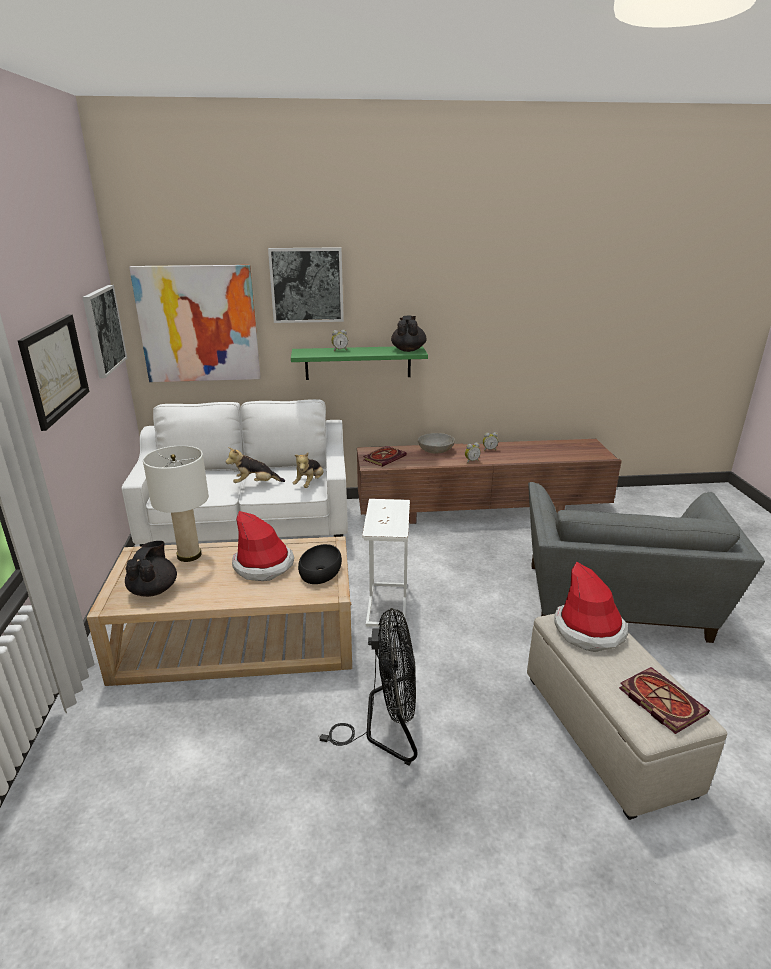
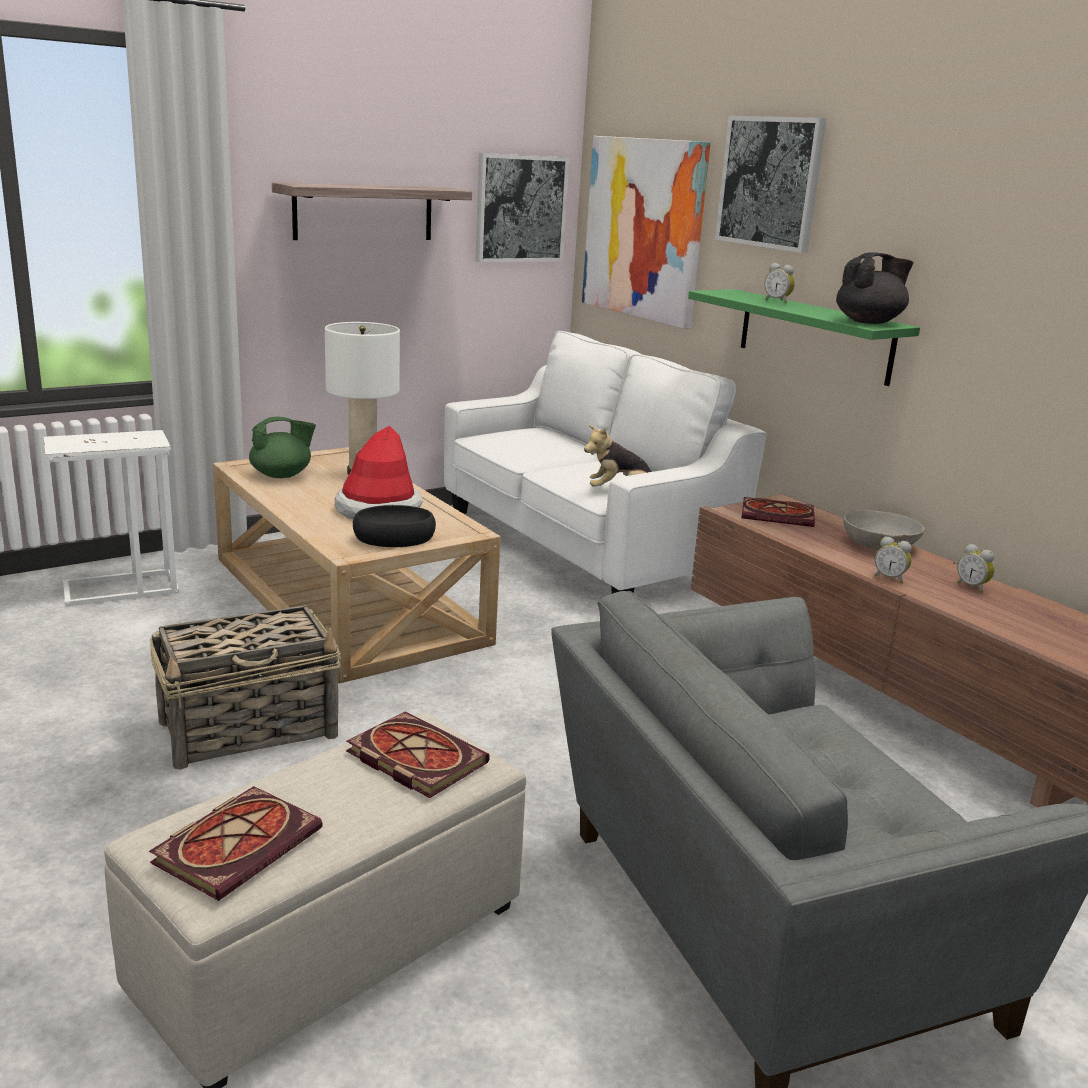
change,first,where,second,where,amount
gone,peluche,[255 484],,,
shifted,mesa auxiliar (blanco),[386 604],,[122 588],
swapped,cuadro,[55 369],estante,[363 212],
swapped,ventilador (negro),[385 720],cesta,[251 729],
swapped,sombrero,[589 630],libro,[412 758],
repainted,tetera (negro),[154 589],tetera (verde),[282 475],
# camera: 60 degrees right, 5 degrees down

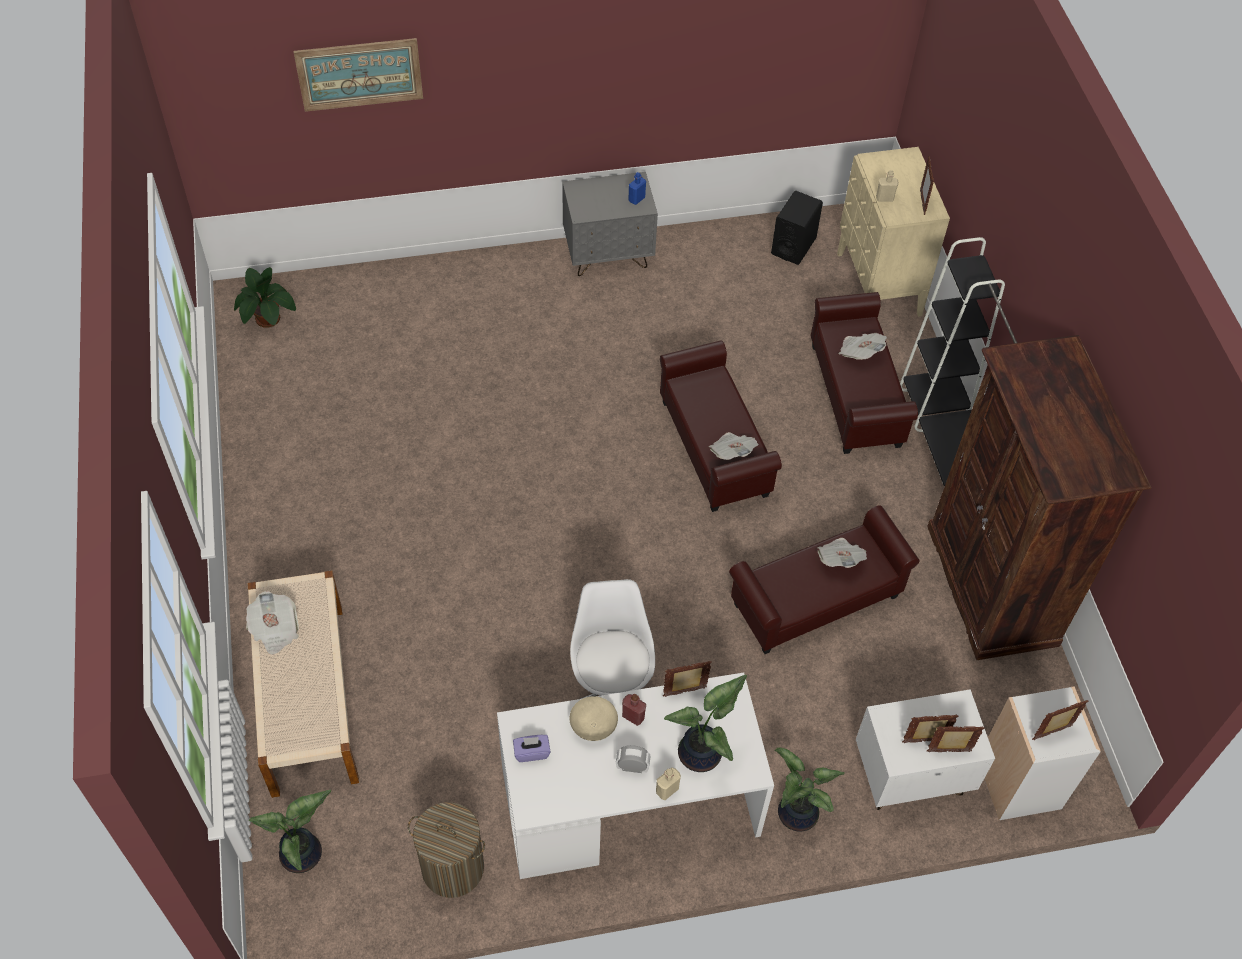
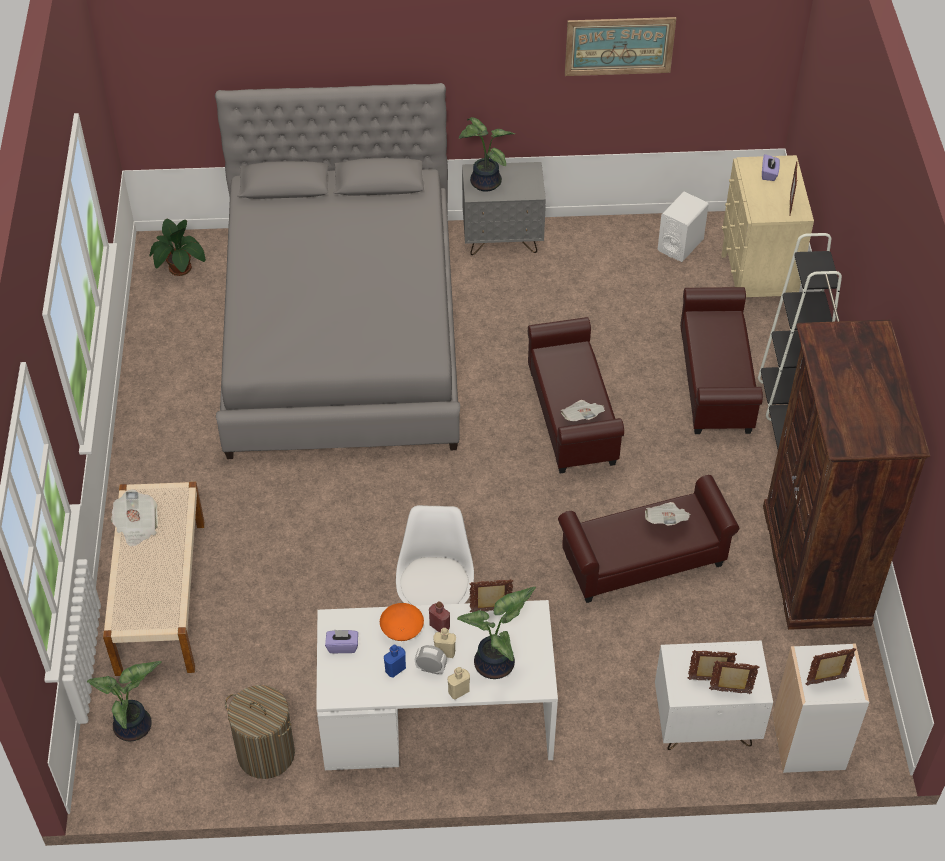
change,first,where,second,where,amount
gone,periódico,[860 353],,,
new,,,cama (gris),[342 334],
new,,,caja de pañuelos (morado),[769 174],
shifted,cuadro,[359 74],,[619 46],
shifted,botella (azul),[636 199],,[395 669],
shifted,planta en maceta,[794 814],,[483 182],
shifted,botella (beis),[884 198],,[445 652],
repainted,cuenco (beis),[593 725],cuenco (naranja),[402 629],
repainted,altavoz (negro),[793 246],altavoz (blanco),[680 245],
# camera: 10 degrees right, 5 degrees down

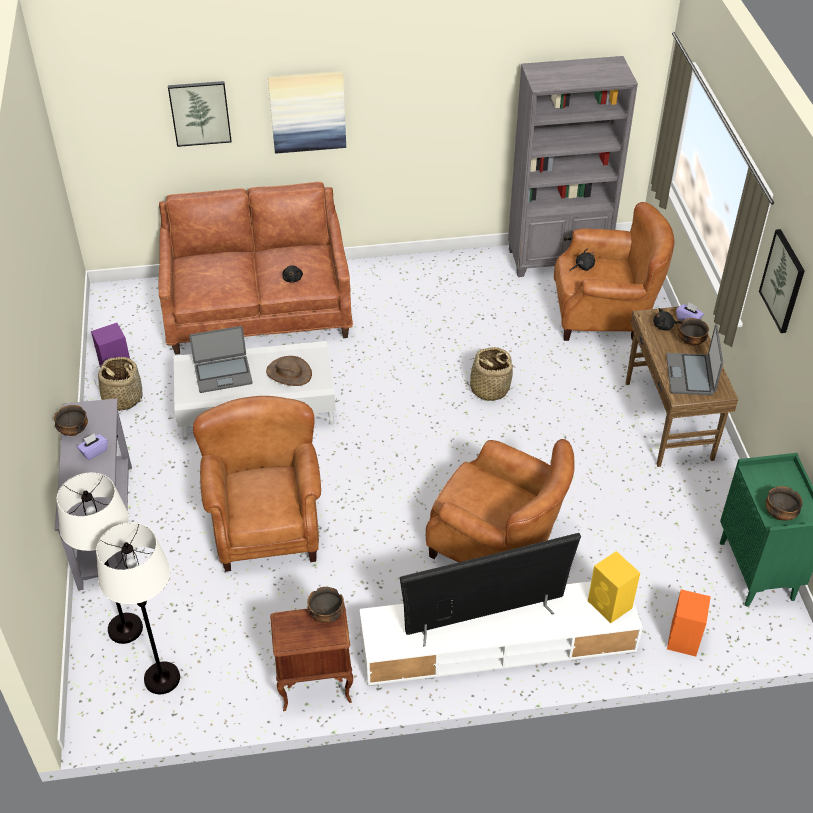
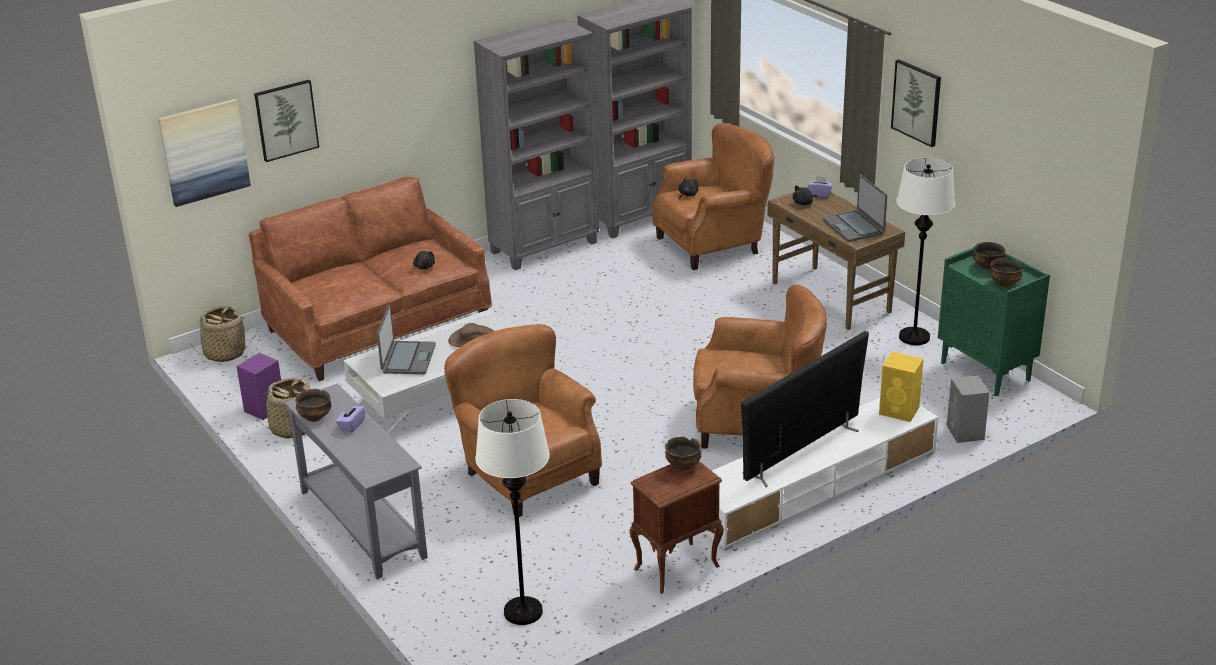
change,first,where,second,where,amount
new,,,estantería (gris),[545 247],
shifted,lámpara de pie (blanco),[125 629],,[914 337],
shifted,cuadro,[307 111],,[204 152],
shifted,cesta,[489 389],,[224 353],
shifted,cuenco,[691 341],,[987 266],
repainted,altavoz (naranja),[683 640],altavoz (gris),[965 433],
rotated,portátil,[223 374],,[408 359],45 degrees counterclockwise
# camera: 25 degrees left, 15 degrees down

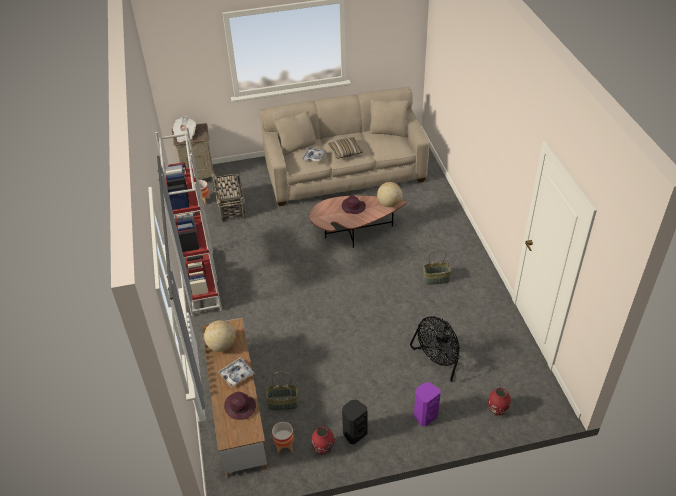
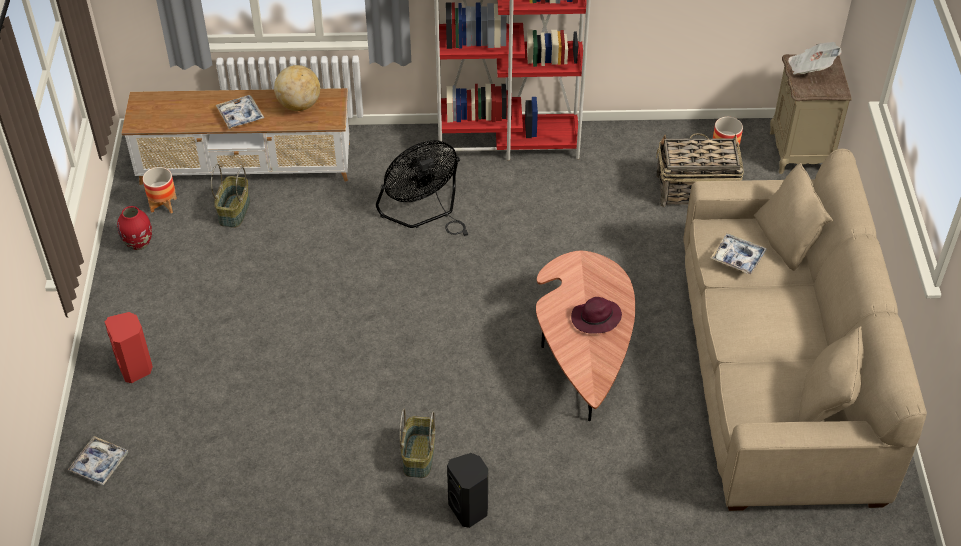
change,first,where,second,where,amount
gone,sombrero (morado),[240 407],,,
gone,cojín,[345 151],,,
gone,globo terráqueo,[389 204],,,
shifted,altavoz (negro),[354 433],,[469 509],
shifted,ventilador (negro),[438 358],,[428 212],
swapped,florero (rojo),[497 411],bandeja,[99 464],
repainted,altavoz (morado),[425 416],altavoz (rojo),[136 368],
# camera: 100 degrees right, 5 degrees up

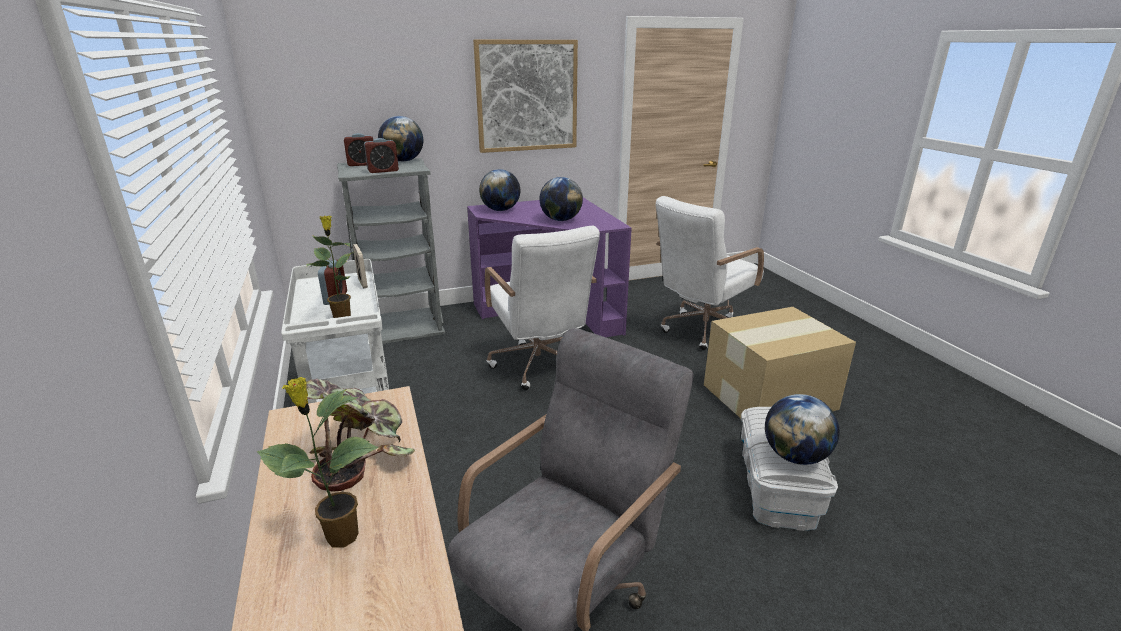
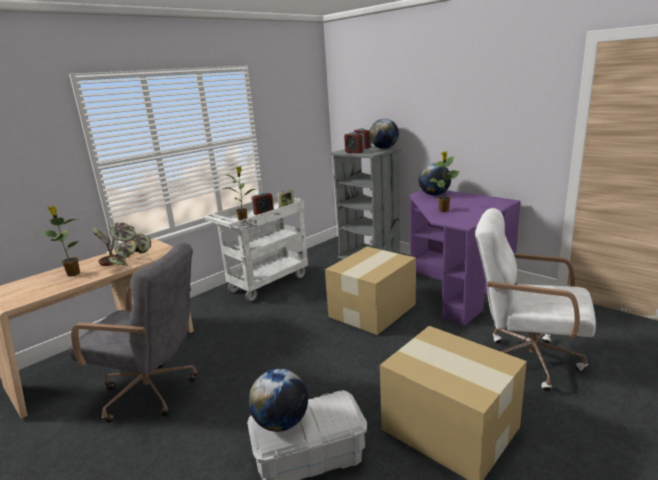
change,first,where,second,where,amount
gone,cuadro,[527 96],,,
swapped,silla de oficina (blanco),[539 368],caja de cartón,[371 310],
swapped,globo terráqueo,[560 220],planta en maceta,[443 210],
# camera: 65 degrees right, 5 degrees down

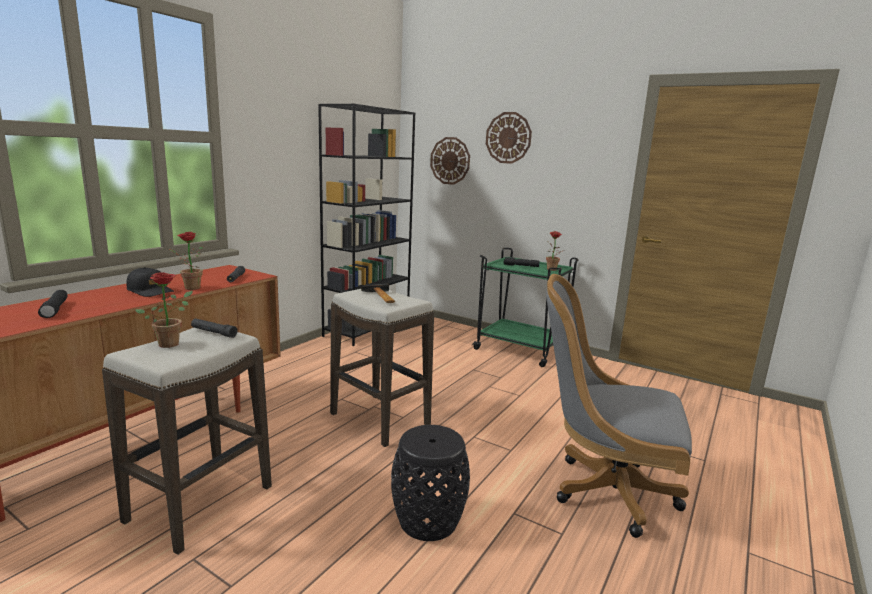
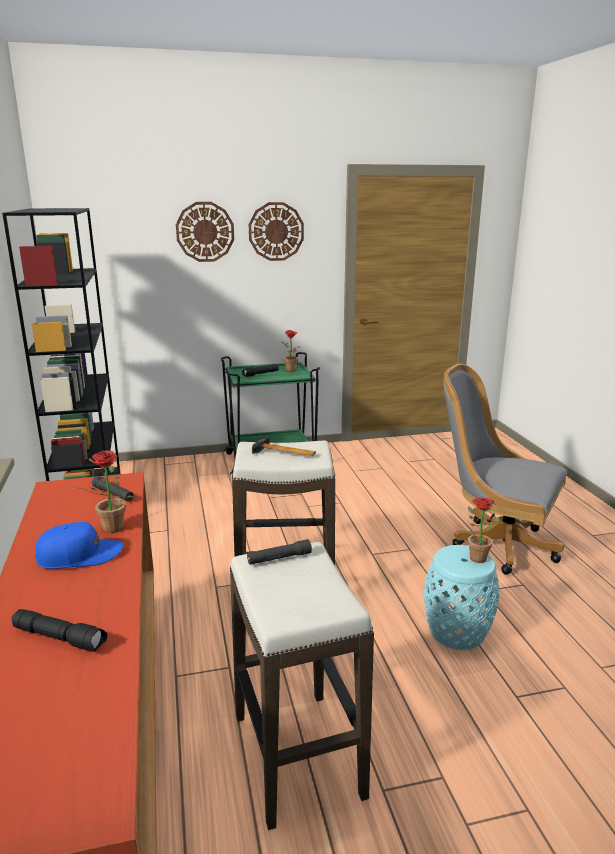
change,first,where,second,where,amount
shifted,planta en maceta,[171 343],,[475 556],
shifted,reloj de pared,[450 161],,[276 231],
repainted,gorra (negro),[150 291],gorra (azul),[80 555],
repainted,taburete (negro),[428 521],taburete (turquesa),[456 632],
rotated,silla de oficina (gris),[602 491],,[495 544],60 degrees clockwise
# camera: 45 degrees left, 5 degrees up

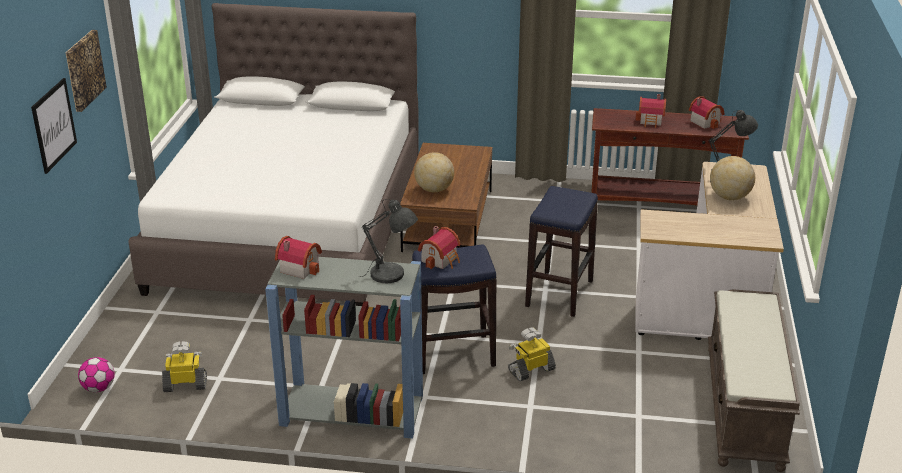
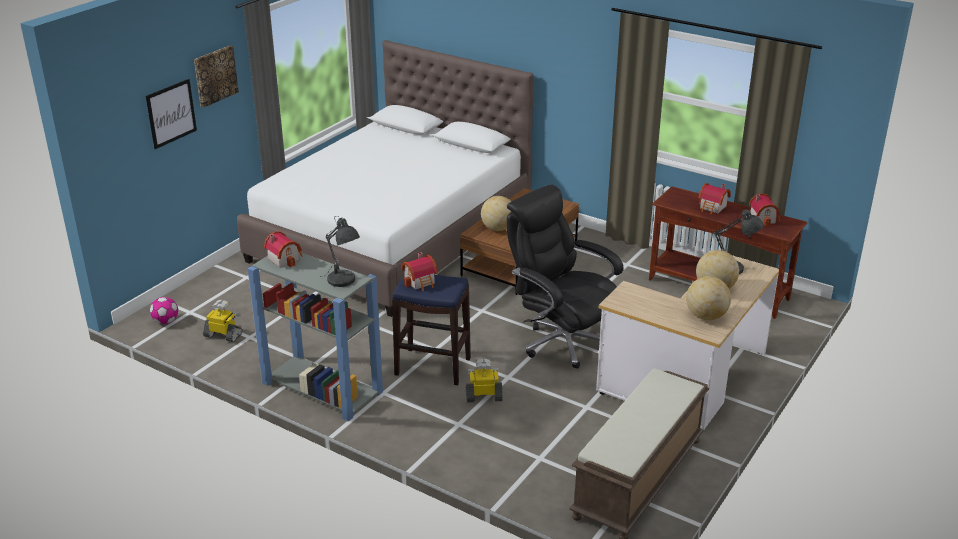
change,first,where,second,where,amount
new,,,globo terráqueo,[706 316],
swapped,taburete,[559 293],silla de oficina (negro),[561 342],
# camera: 25 degrees right, 0 degrees up

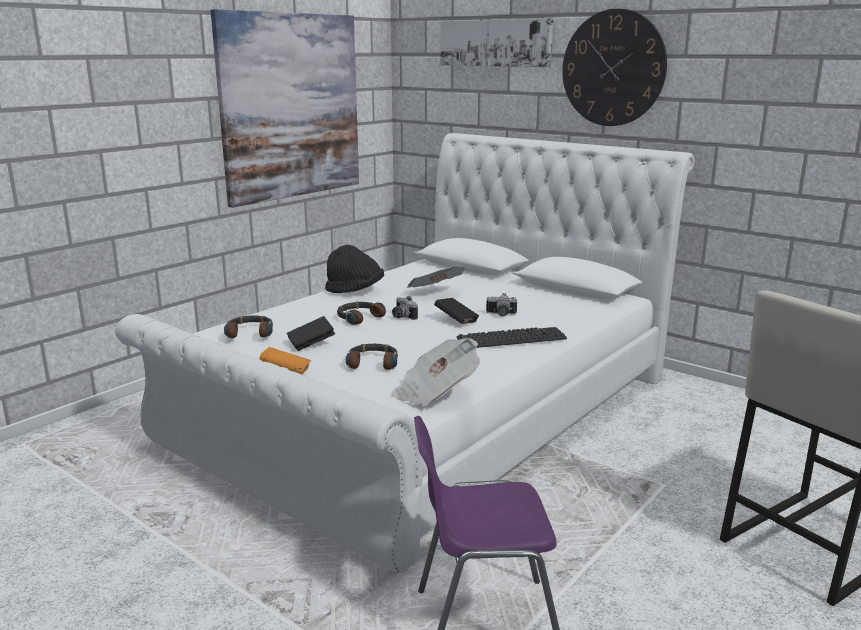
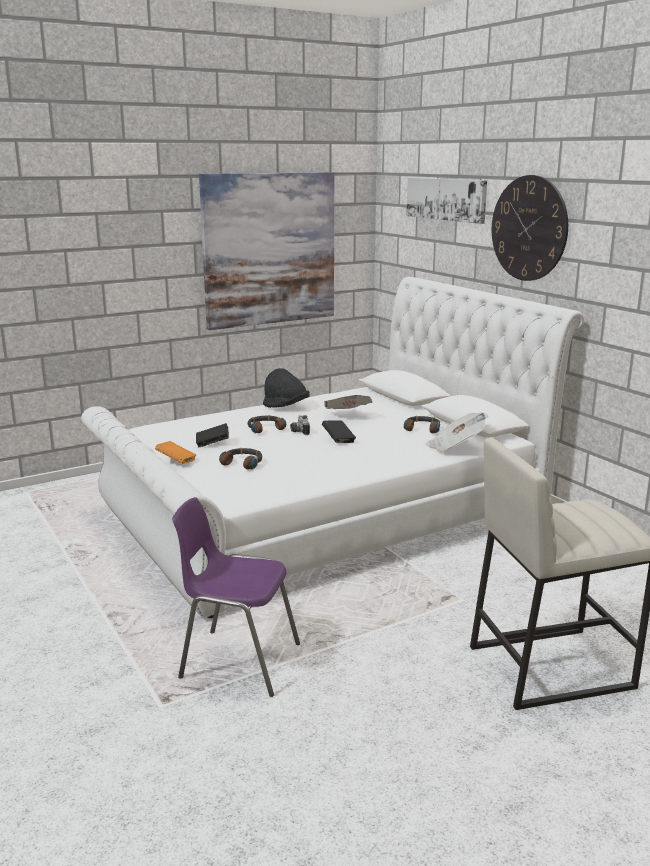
change,first,where,second,where,amount
gone,teclado,[511 339],,,
gone,cámara,[500 314],,,
shifted,auriculares,[250 332],,[422 428],
shifted,periódico,[435 393],,[455 446],
# camera: 20 degrees right, 0 degrees up

